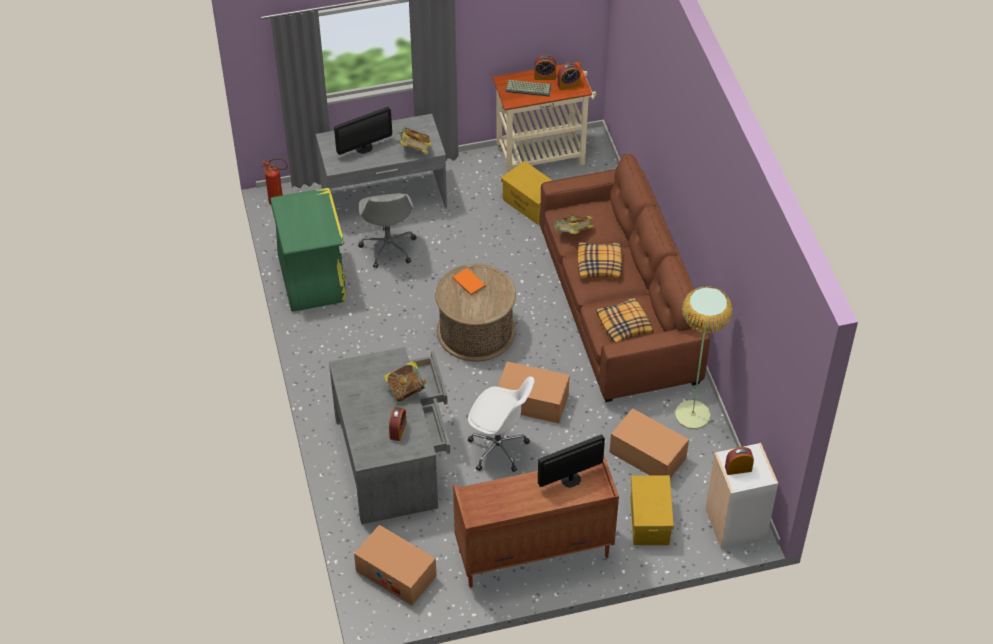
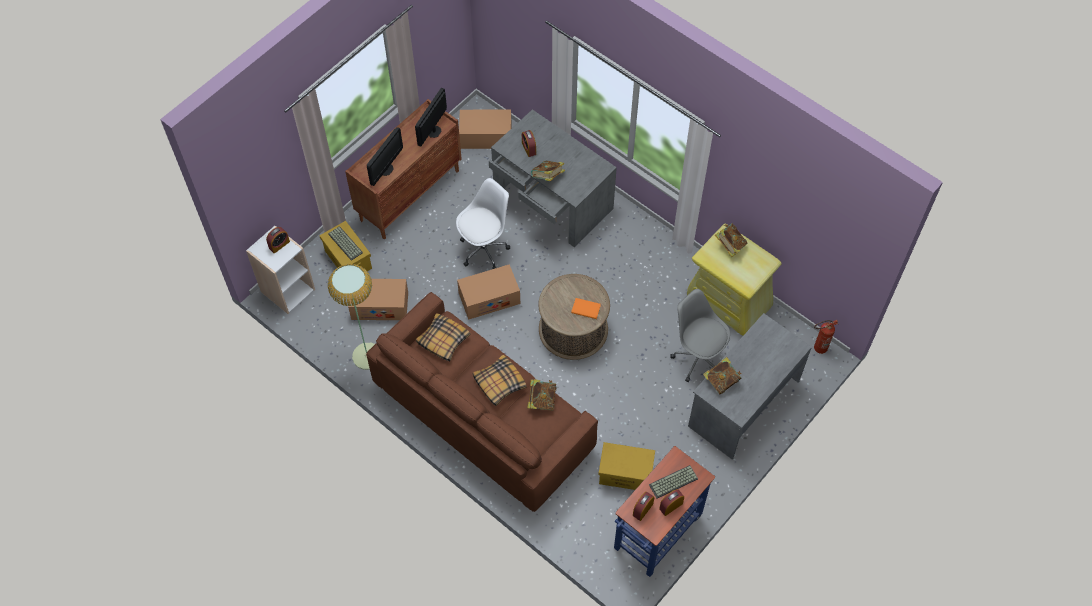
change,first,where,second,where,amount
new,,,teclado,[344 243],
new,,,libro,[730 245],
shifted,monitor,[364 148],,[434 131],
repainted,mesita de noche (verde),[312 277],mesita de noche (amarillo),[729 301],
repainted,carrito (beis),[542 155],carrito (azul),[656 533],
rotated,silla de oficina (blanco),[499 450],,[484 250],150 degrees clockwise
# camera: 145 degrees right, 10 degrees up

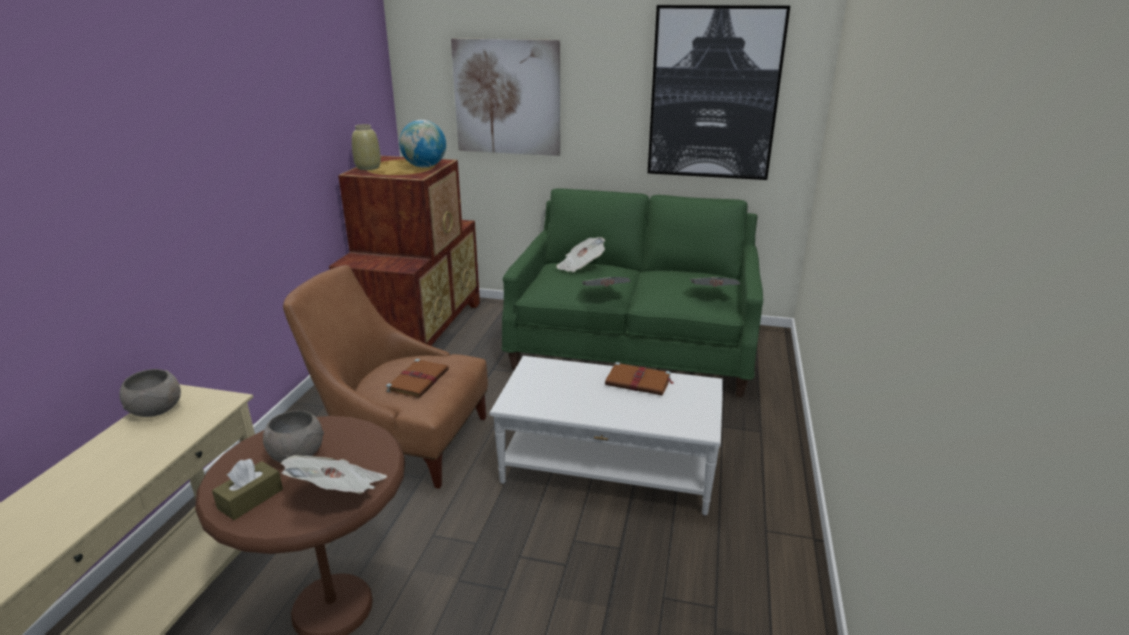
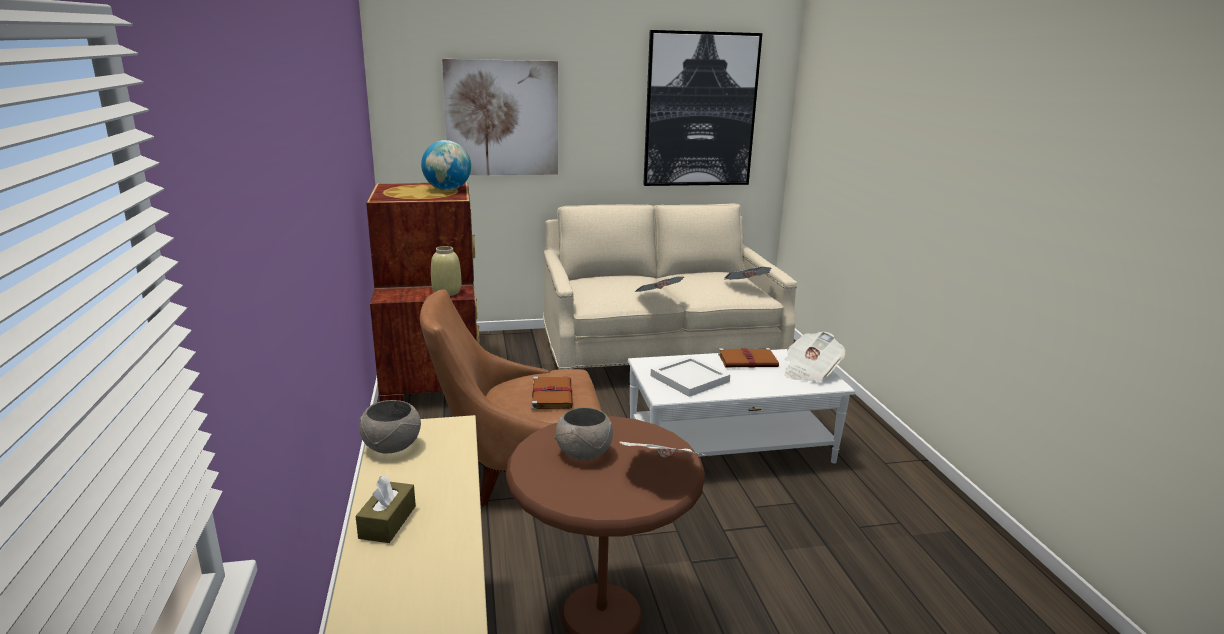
change,first,where,second,where,amount
new,,,bandeja (blanco),[689 378],
shifted,caja de pañuelos (marrón),[250 499],,[387 522],
shifted,florero (beis),[368 167],,[446 292],
shifted,periódico,[580 267],,[809 371],
repainted,sofá (verde),[633 347],sofá (beis),[658 351],
# camera: 25 degrees left, 5 degrees down

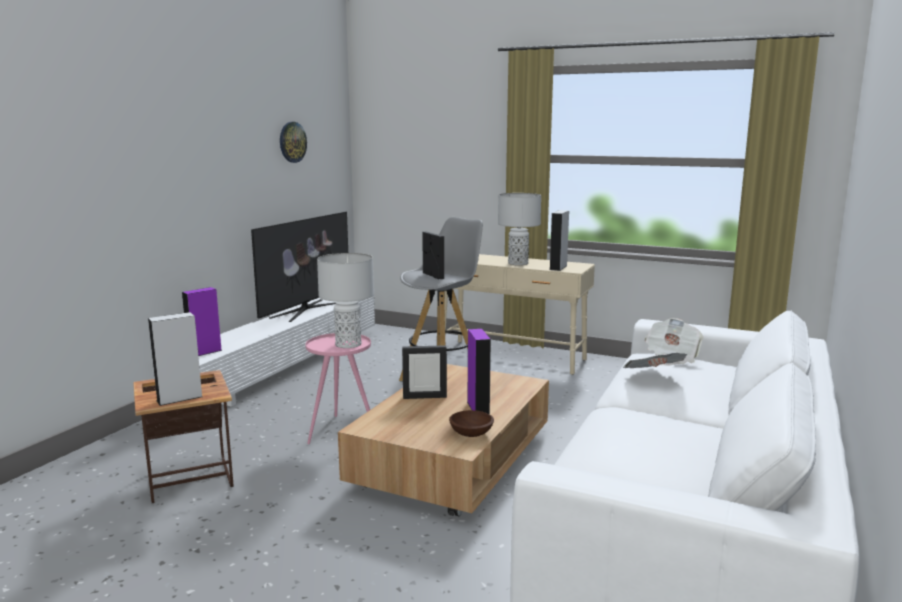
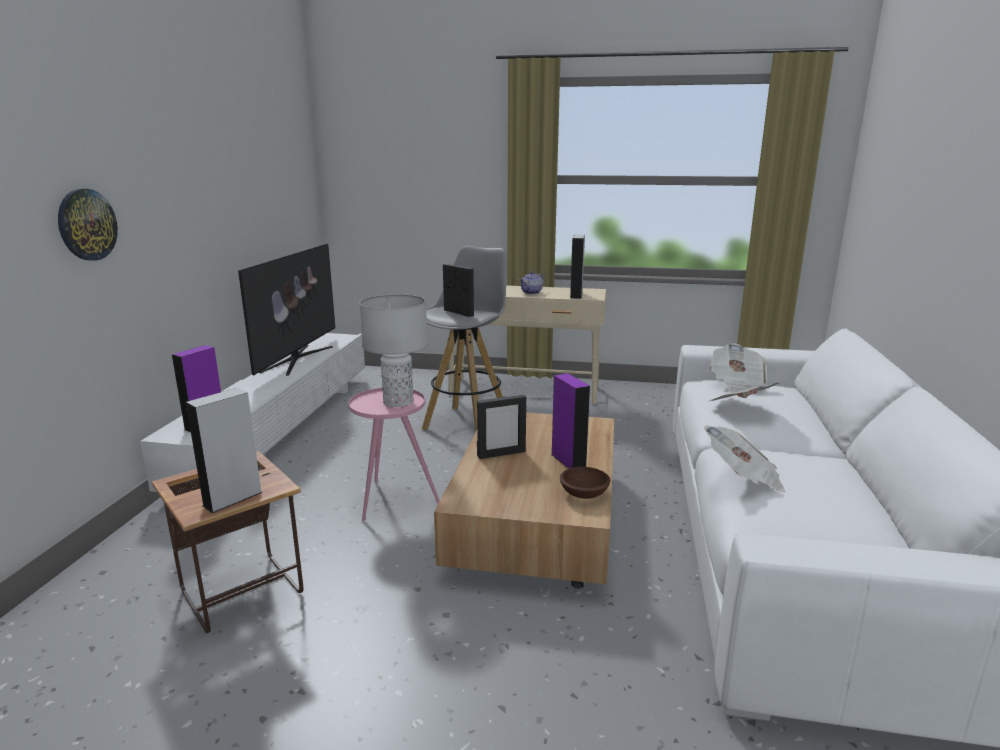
change,first,where,second,where,amount
new,,,periódico,[743 477],
shifted,reloj de pared,[292 142],,[86 224],
swapped,lámpara de mesa (blanco),[518 263],tetera,[531 292],
# camera: 15 degrees left, 5 degrees up

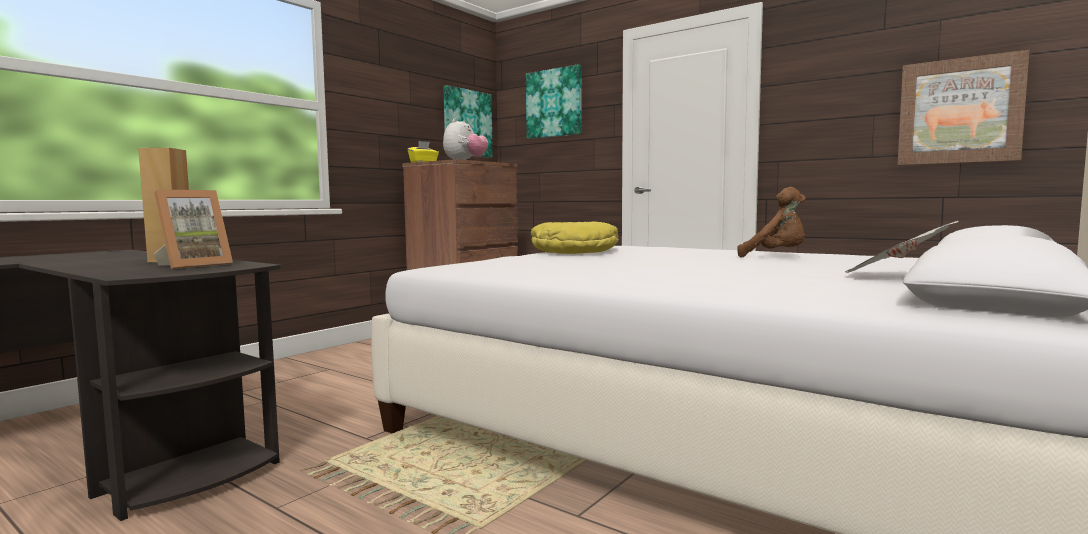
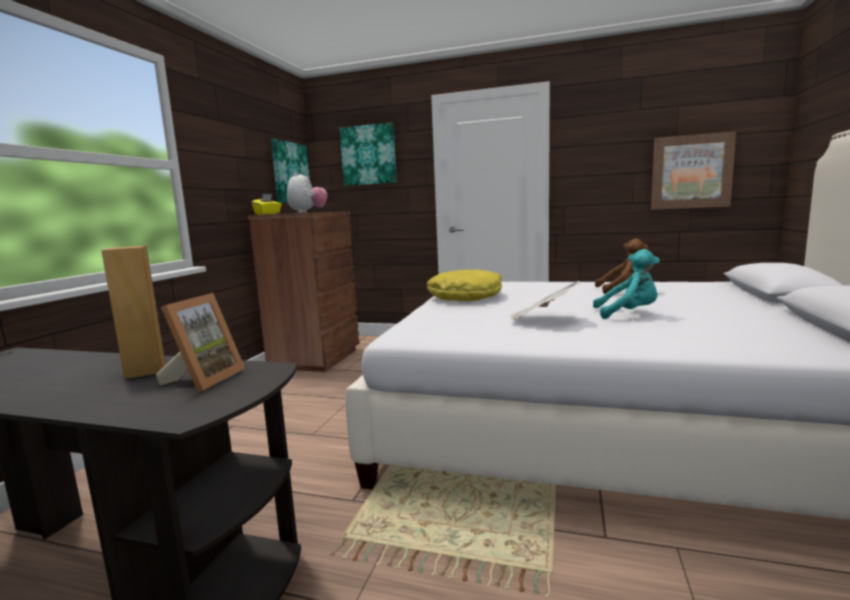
change,first,where,second,where,amount
new,,,peluche (turquesa),[628 314],
shifted,periódico,[893 277],,[541 320],
# camera: 20 degrees left, 5 degrees up

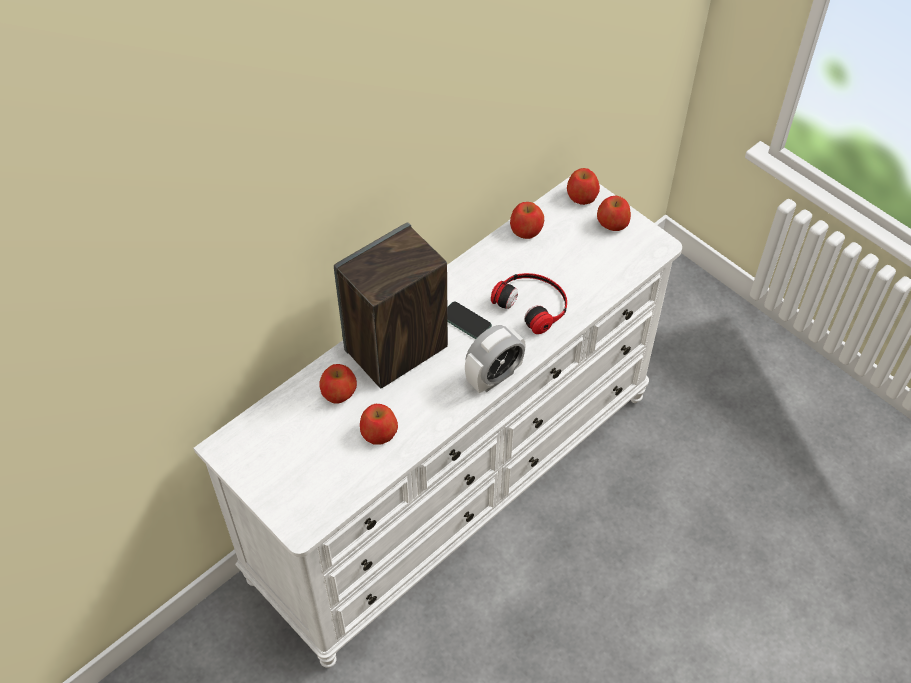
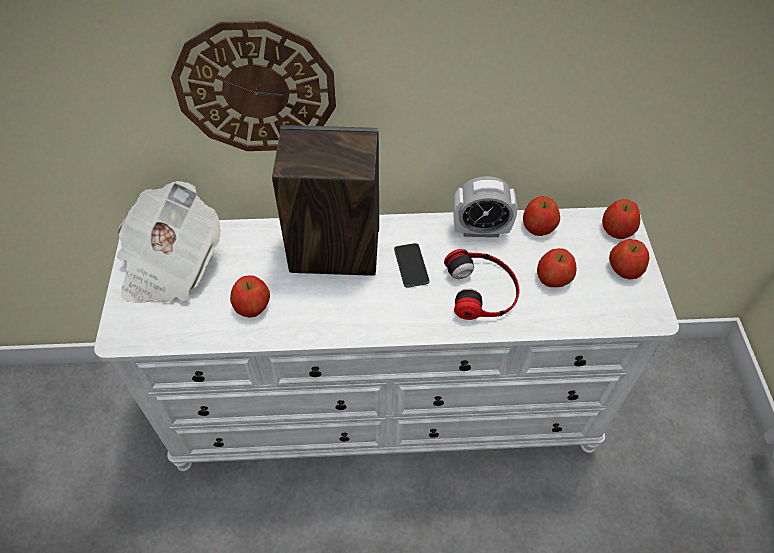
change,first,where,second,where,amount
new,,,periódico,[170 264],
new,,,reloj de pared,[256 89],
shifted,manzana,[339 392],,[553 277],
shifted,despertador,[494 377],,[480 230],
# camera: 40 degrees right, 0 degrees up

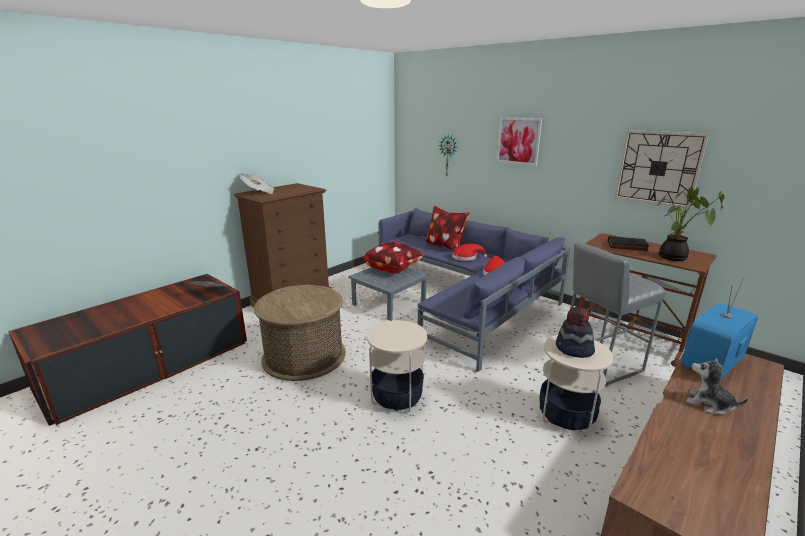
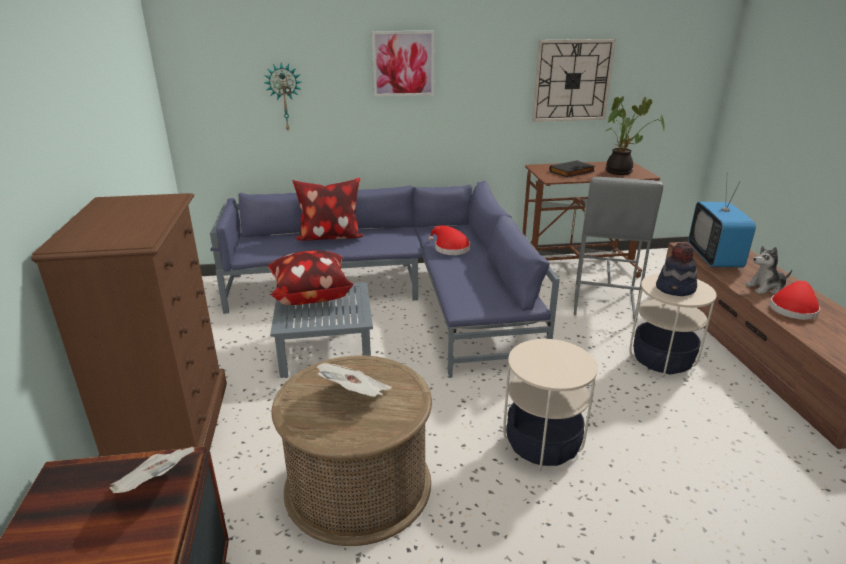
change,first,where,second,where,amount
shifted,periódico,[259 192],,[356 395],
shifted,sombrero (rojo),[466 257],,[793 309],
# camera: 50 degrees left, 5 degrees up

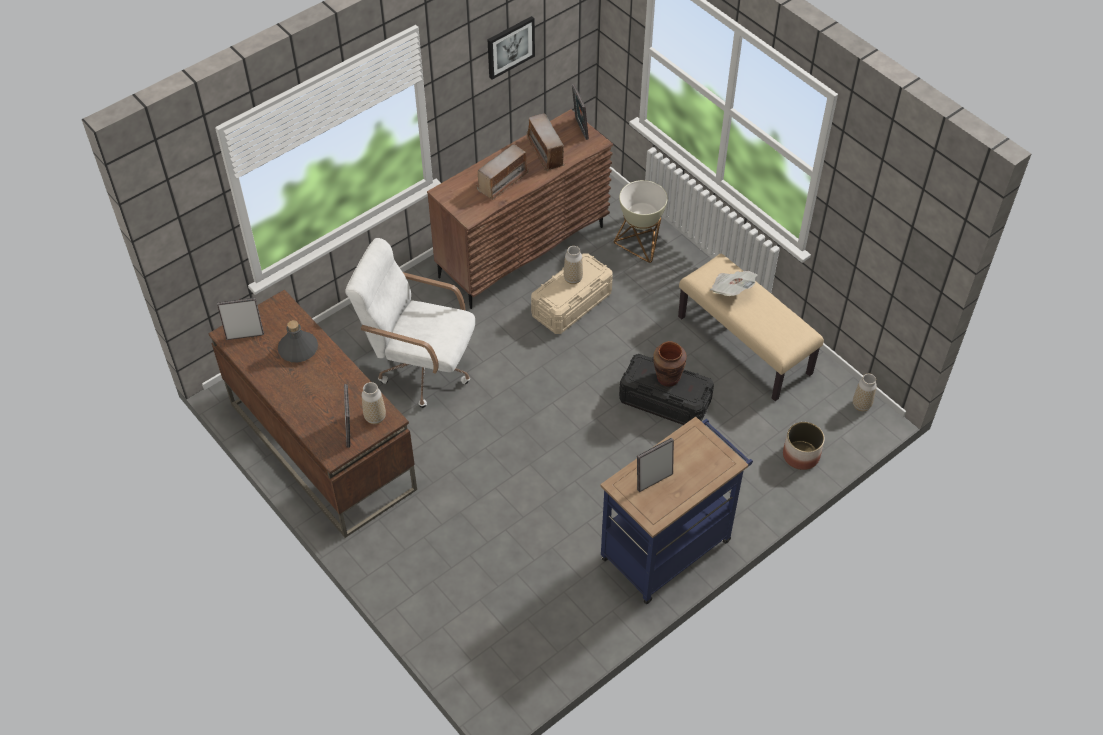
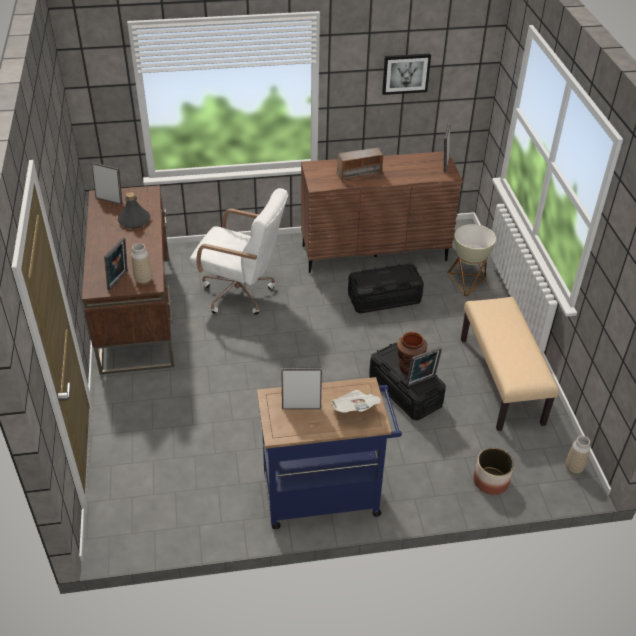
change,first,where,second,where,amount
gone,radio,[546 152],,,
gone,florero,[573 279],,,
new,,,portarretratos,[421 382],
shifted,periódico,[731 290],,[355 410],
repainted,caja de almacenaje (beis),[572 304],caja de almacenaje (negro),[384 299],
rotated,silla de oficina (blanco),[420 370],,[242 295],150 degrees clockwise
# camera: 30 degrees right, 10 degrees down

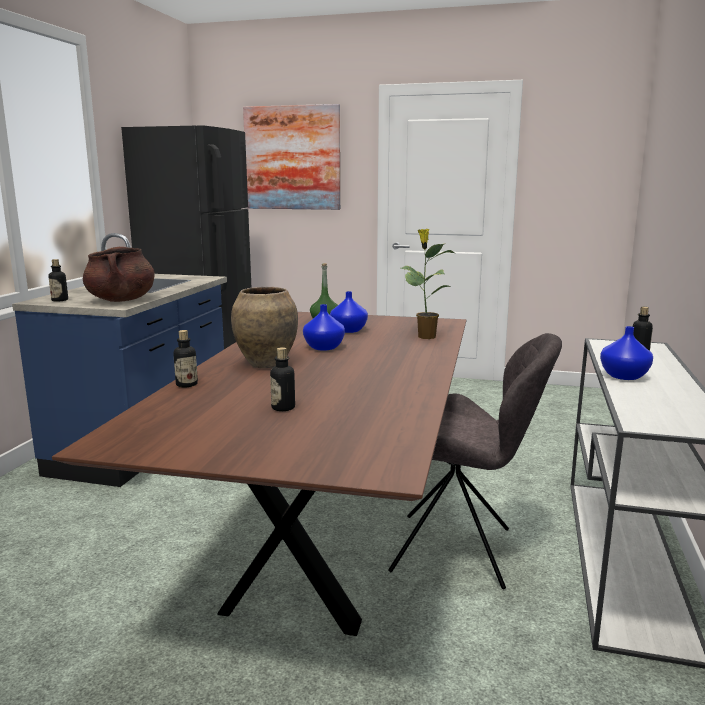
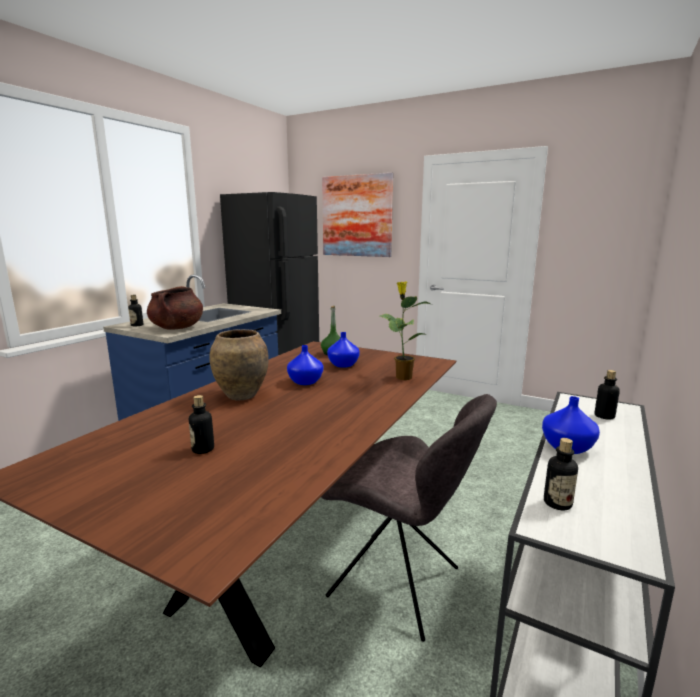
change,first,where,second,where,amount
shifted,botella,[186 384],,[557 503],
# camera: 15 degrees right, 0 degrees up

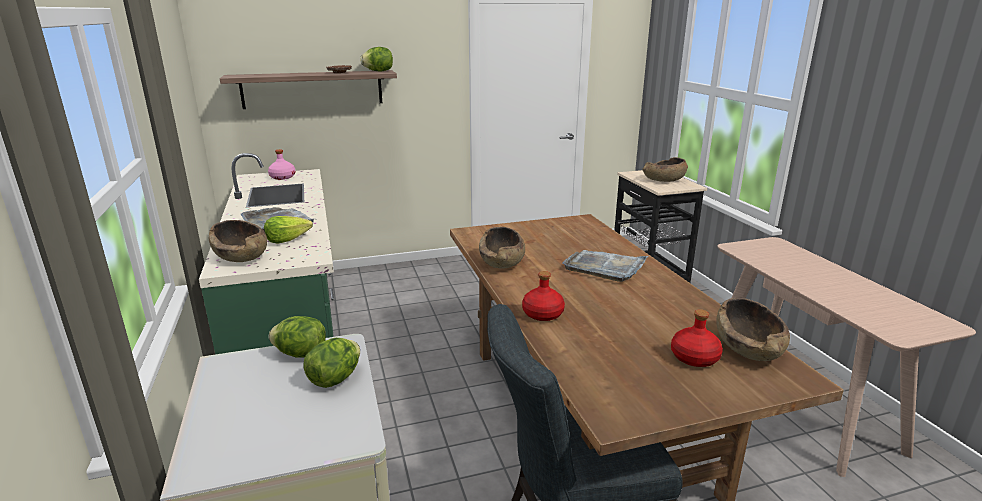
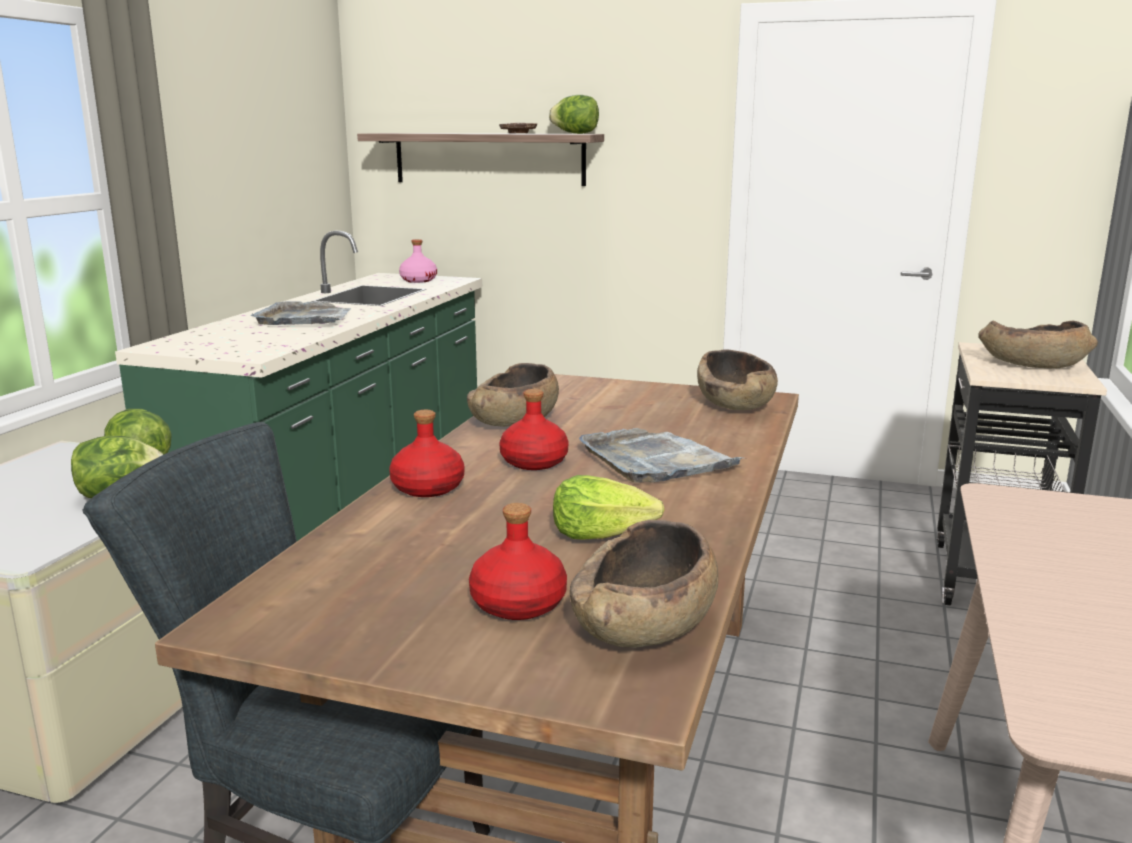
change,first,where,second,where,amount
new,,,botella (rojo),[534 462],
shifted,cuenco (marrón),[241 256],,[735 404],
shifted,lechuga,[287 240],,[601 534],
# camera: 35 degrees right, 5 degrees down

